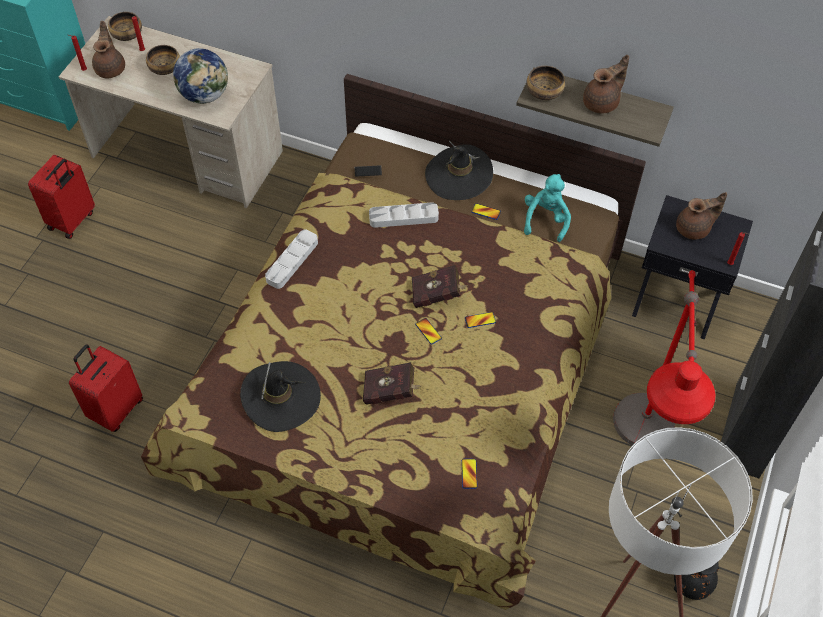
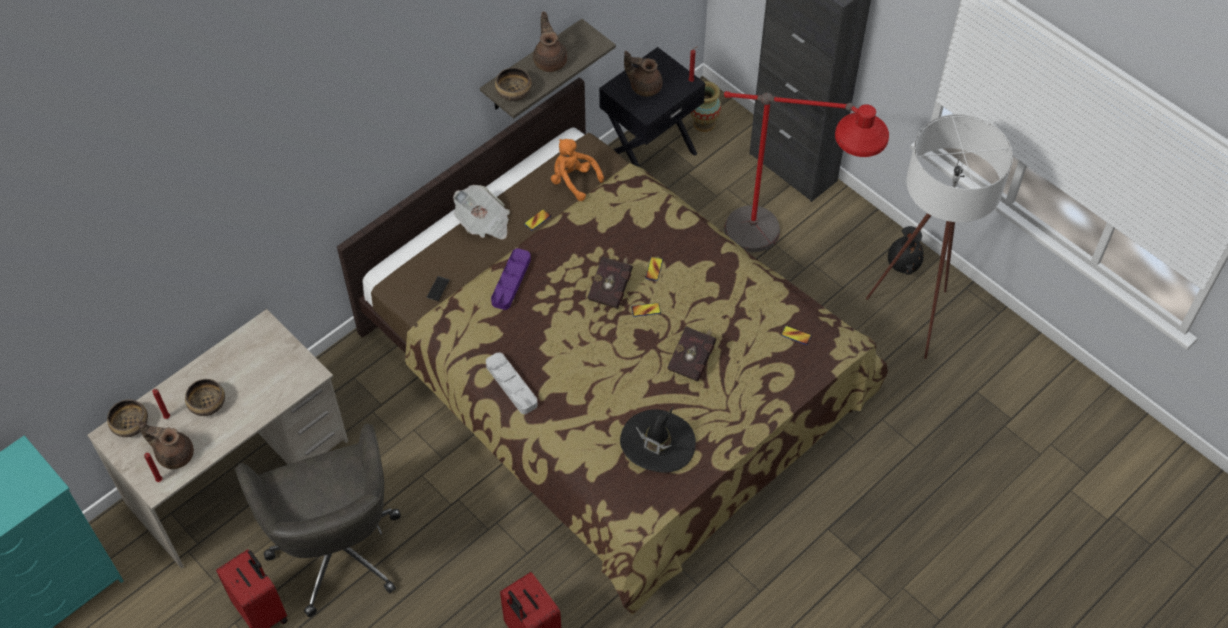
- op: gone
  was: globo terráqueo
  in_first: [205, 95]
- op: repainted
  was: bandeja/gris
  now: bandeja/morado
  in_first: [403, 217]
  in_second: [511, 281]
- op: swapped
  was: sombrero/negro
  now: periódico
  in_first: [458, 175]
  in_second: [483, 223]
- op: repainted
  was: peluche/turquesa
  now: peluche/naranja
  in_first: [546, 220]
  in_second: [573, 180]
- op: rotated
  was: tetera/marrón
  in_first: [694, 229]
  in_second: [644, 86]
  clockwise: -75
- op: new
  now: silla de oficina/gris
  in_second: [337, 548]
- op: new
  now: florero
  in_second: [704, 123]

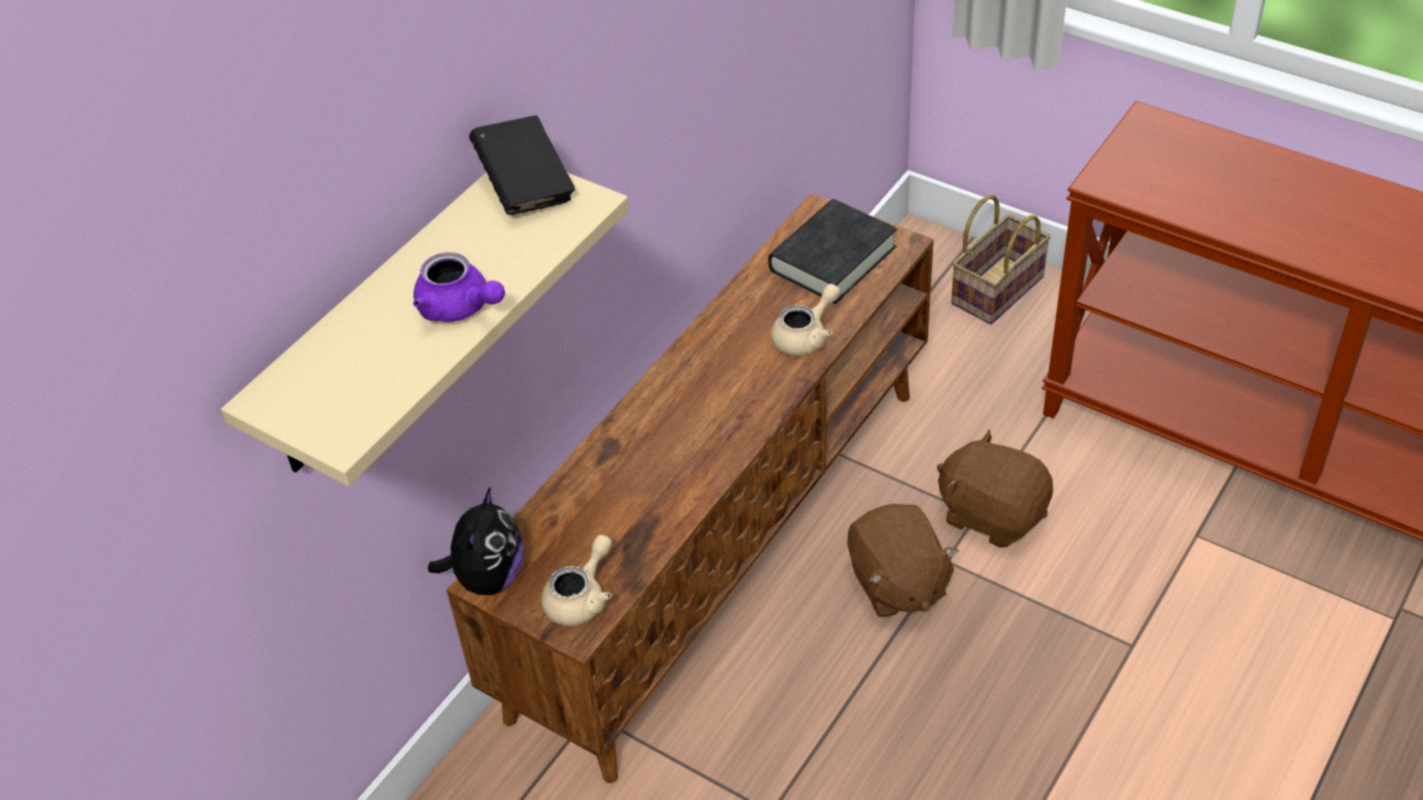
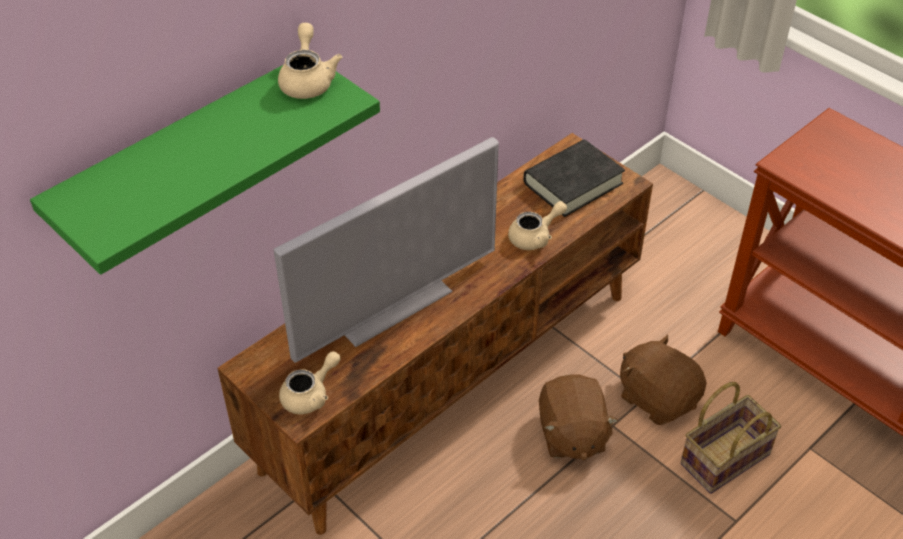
- op: repainted
  was: estante/beis
  now: estante/verde
  in_first: [388, 320]
  in_second: [186, 159]
- op: gone
  was: tetera/morado
  in_first: [460, 308]
- op: gone
  was: peluche
  in_first: [488, 577]
- op: swapped
  was: libro/negro
  now: tetera/beis
  in_first: [526, 187]
  in_second: [308, 80]
- op: shifted
  was: cesta
  in_first: [997, 288]
  in_second: [725, 456]
- op: new
  now: televisor
  in_second: [392, 306]

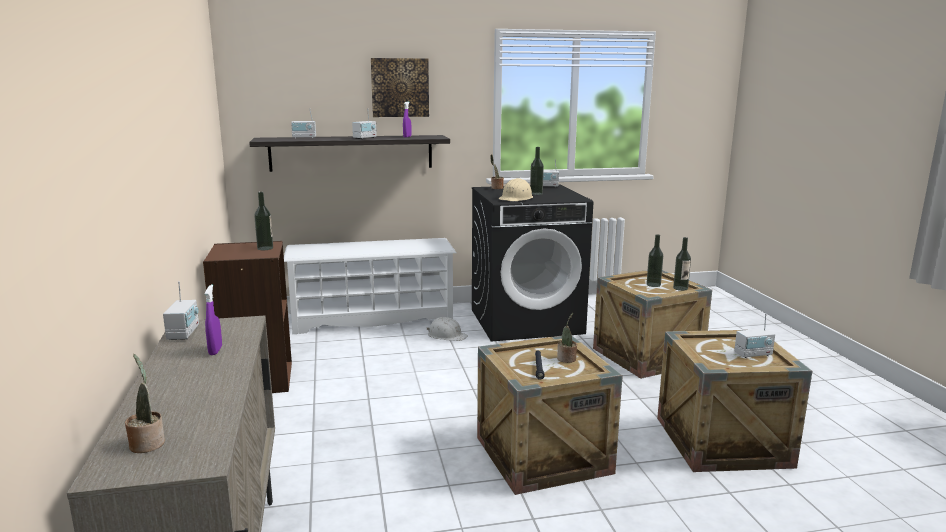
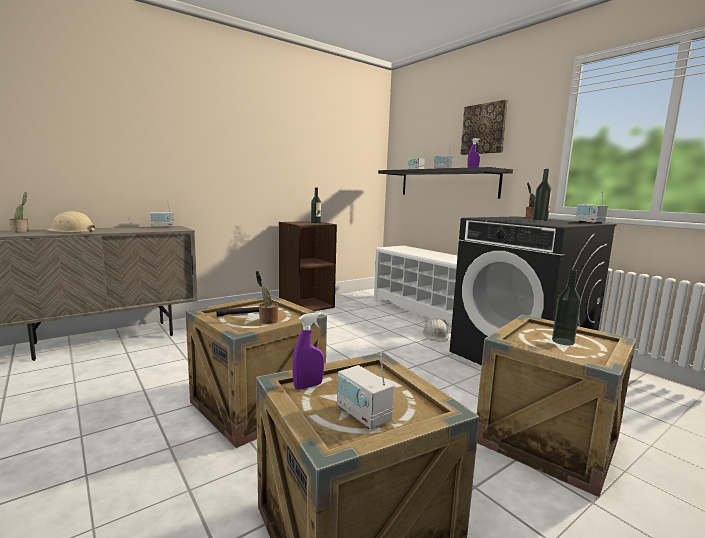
- op: shifted
  was: pulverizador/morado
  in_first: [215, 350]
  in_second: [308, 386]
- op: shifted
  was: casco/beis
  in_first: [516, 198]
  in_second: [71, 231]
- op: gone
  was: botella
  in_first: [680, 288]

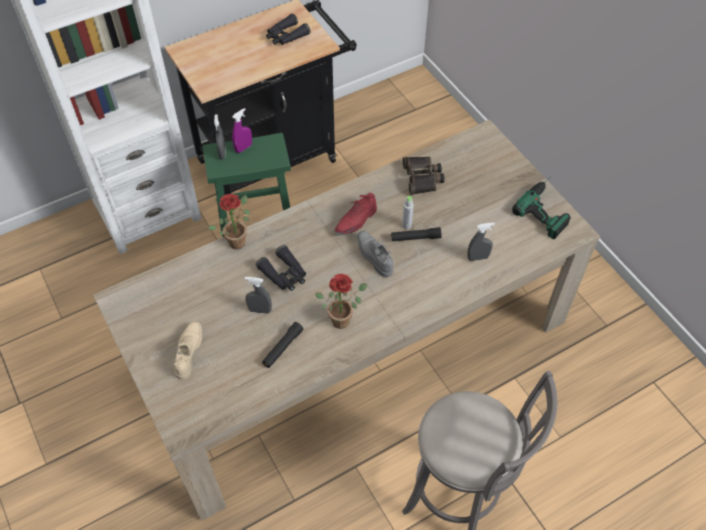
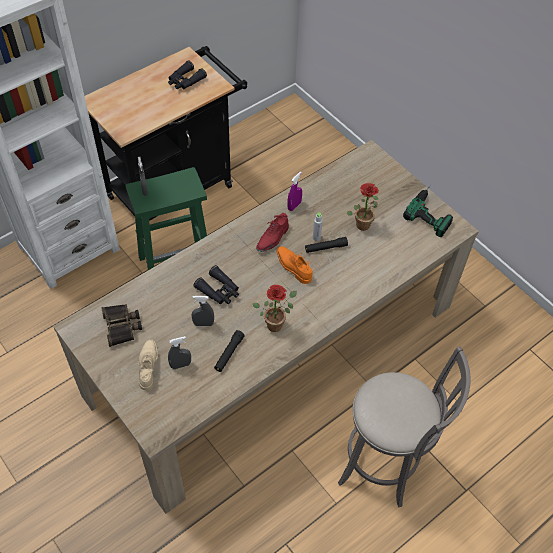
- op: shifted
  was: planta en maceta
  in_first: [237, 240]
  in_second: [362, 223]
- op: shifted
  was: pulverizador/morado
  in_first: [243, 148]
  in_second: [294, 206]
- op: repainted
  was: zapato/gris
  now: zapato/naranja
  in_first: [374, 256]
  in_second: [293, 267]
- op: shifted
  was: prismáticos
  in_first: [423, 178]
  in_second: [122, 326]
- op: shifted
  was: pulverizador/gris
  in_first: [478, 257]
  in_second: [180, 365]

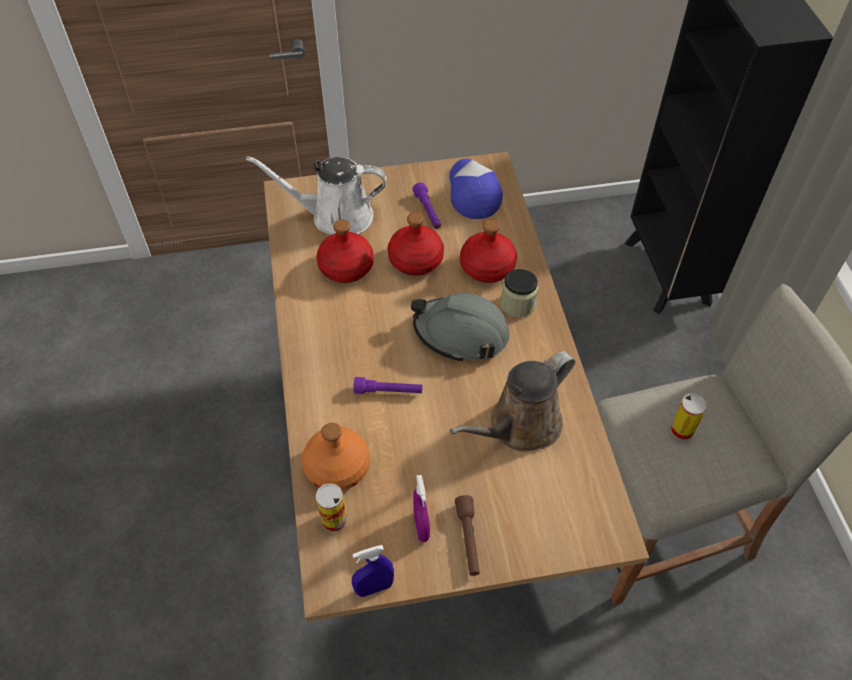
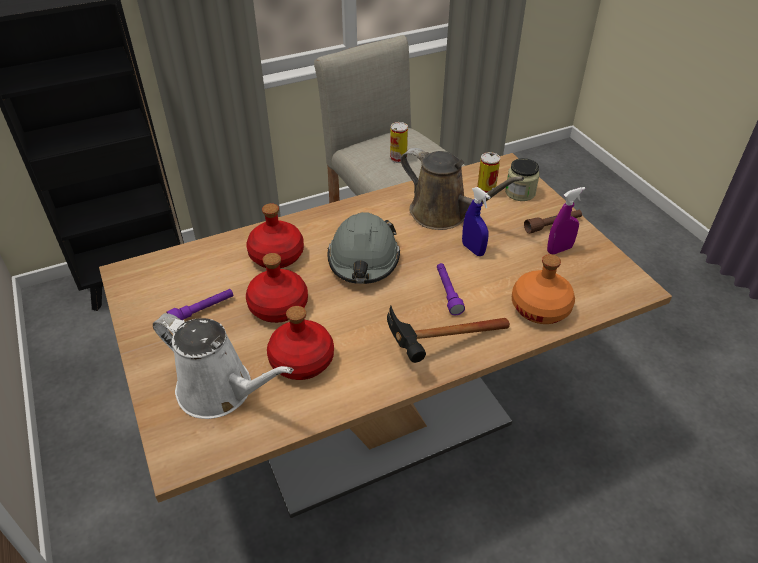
- op: rotated
  was: regadera/blanco
  in_first: [335, 216]
  in_second: [221, 391]
  clockwise: -45
- op: shifted
  was: lata
  in_first: [334, 520]
  in_second: [485, 192]
- op: shifted
  was: pulverizador/azul
  in_first: [374, 588]
  in_second: [473, 249]
- op: gone
  was: gorra
  in_first: [472, 192]
- op: shifted
  was: tarro
  in_first: [517, 304]
  in_second: [520, 192]
- op: new
  now: martillo
  in_second: [436, 349]

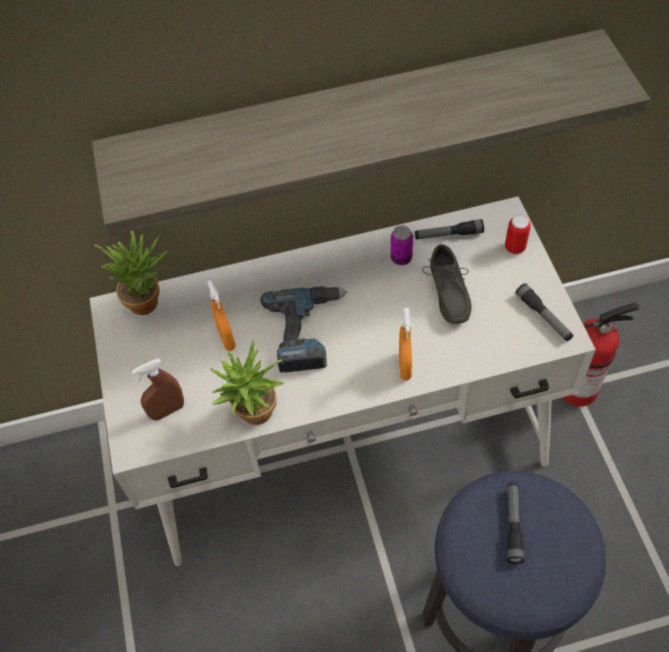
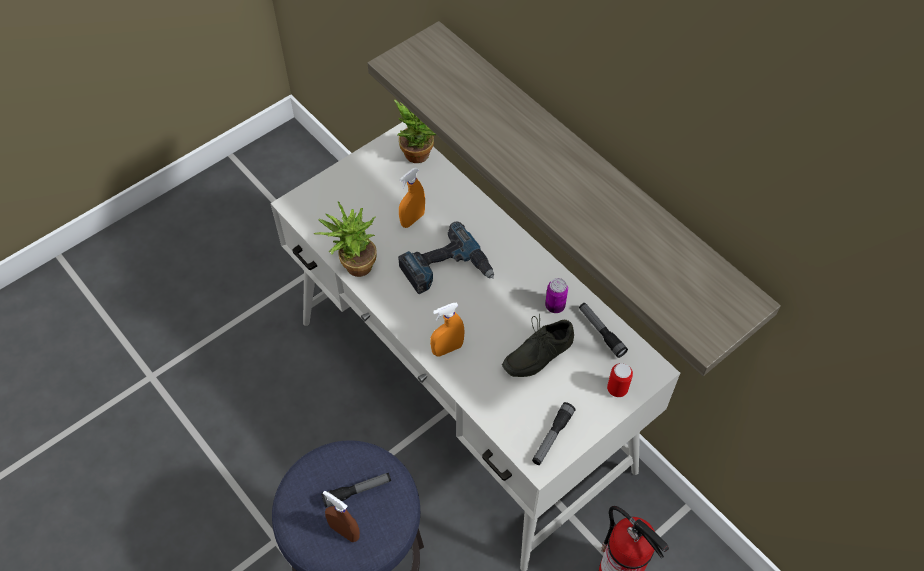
- op: shifted
  was: pulverizador/marrón
  in_first: [167, 410]
  in_second: [344, 531]

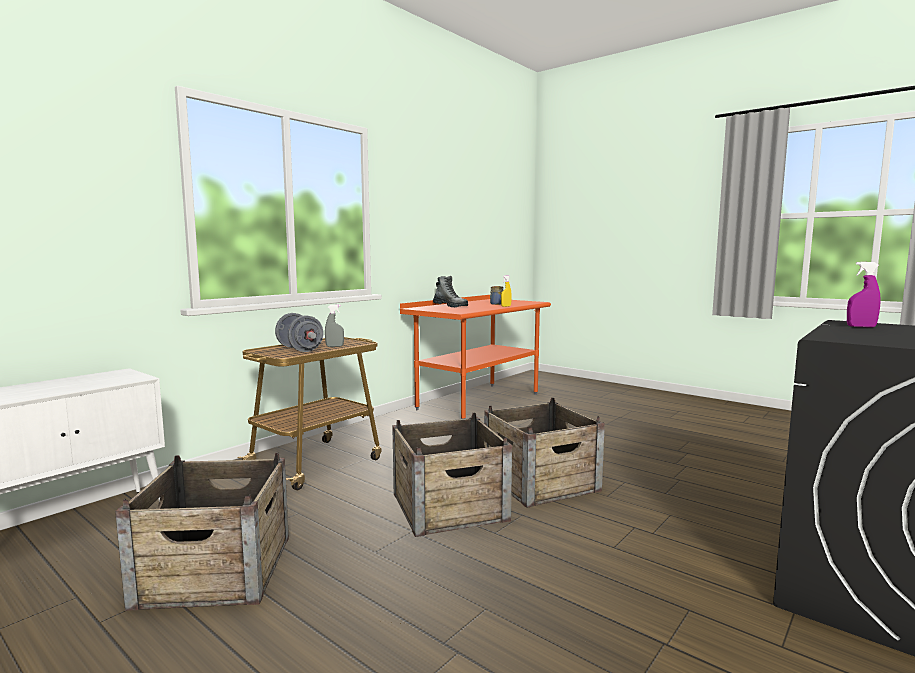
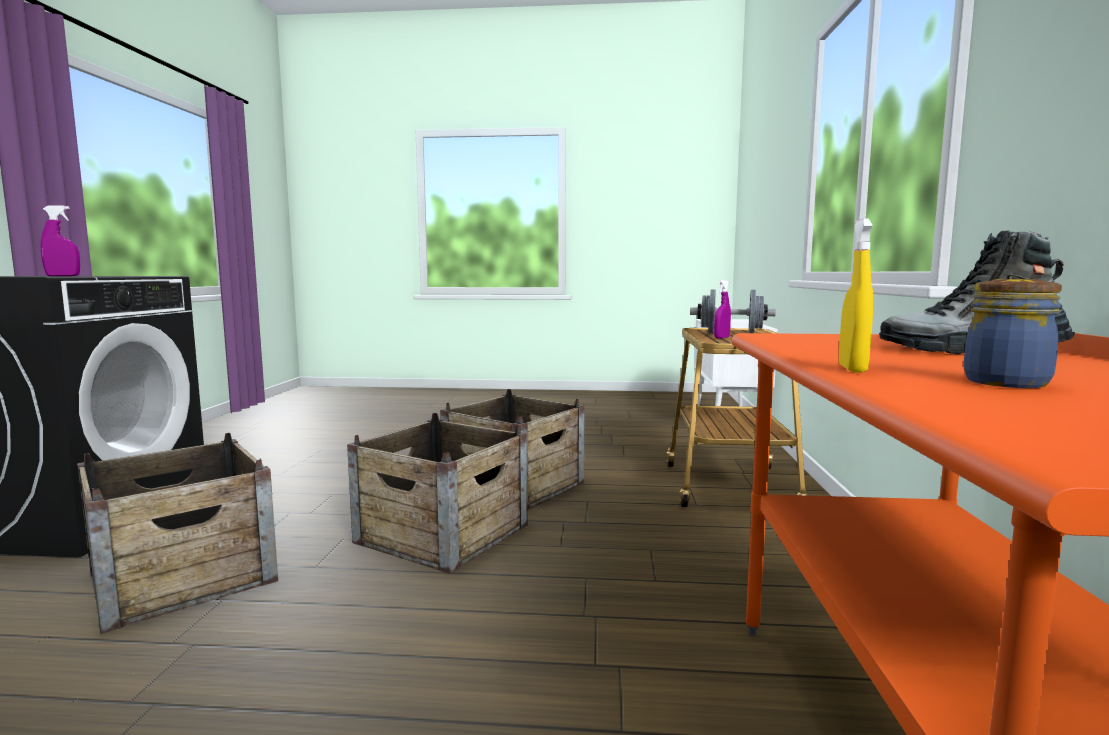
- op: shifted
  was: caja de embalaje
  in_first: [216, 570]
  in_second: [182, 576]
- op: repainted
  was: pulverizador/gris
  now: pulverizador/morado
  in_first: [334, 346]
  in_second: [721, 338]

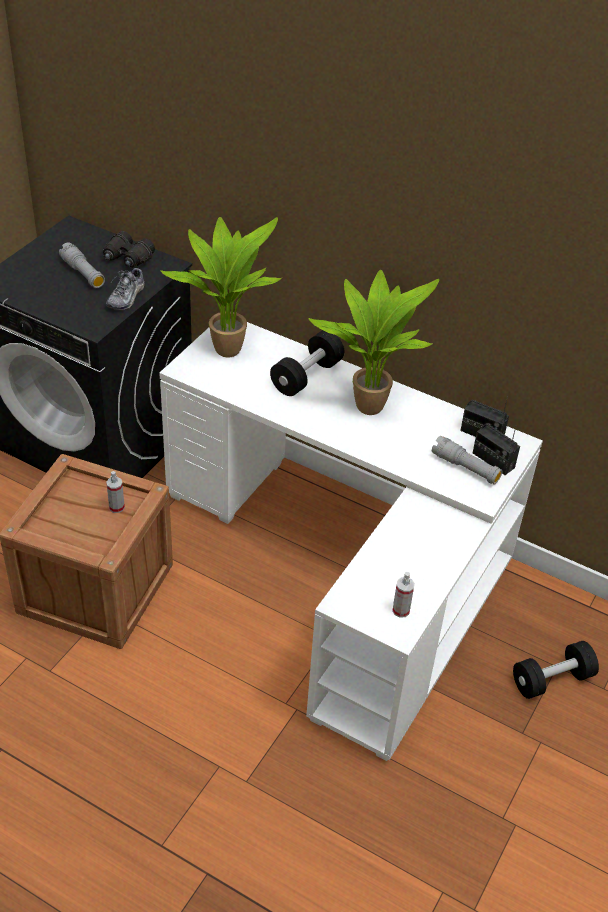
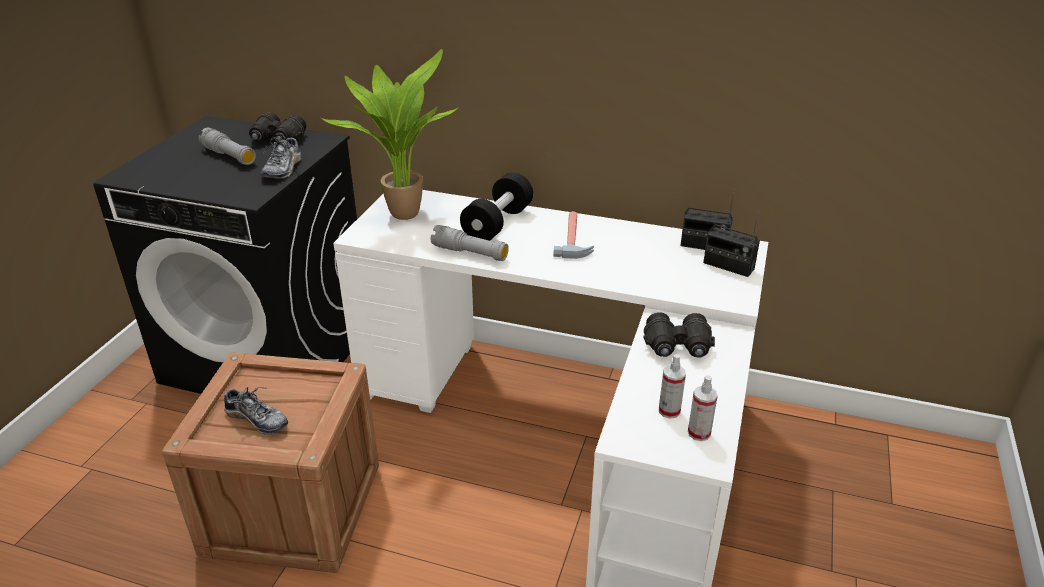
- op: shifted
  was: pulverizador
  in_first: [116, 507]
  in_second: [669, 411]
- op: swapped
  was: planta en maceta
  now: martillo
  in_first: [369, 404]
  in_second: [574, 238]
- op: shifted
  was: linterna/gris
  in_first: [465, 468]
  in_second: [470, 253]
- op: gone
  was: mancuerna/negro
  in_first: [552, 680]
- op: new
  now: zapato
  in_second: [257, 420]
- op: new
  now: prismáticos/negro
  in_second: [678, 347]

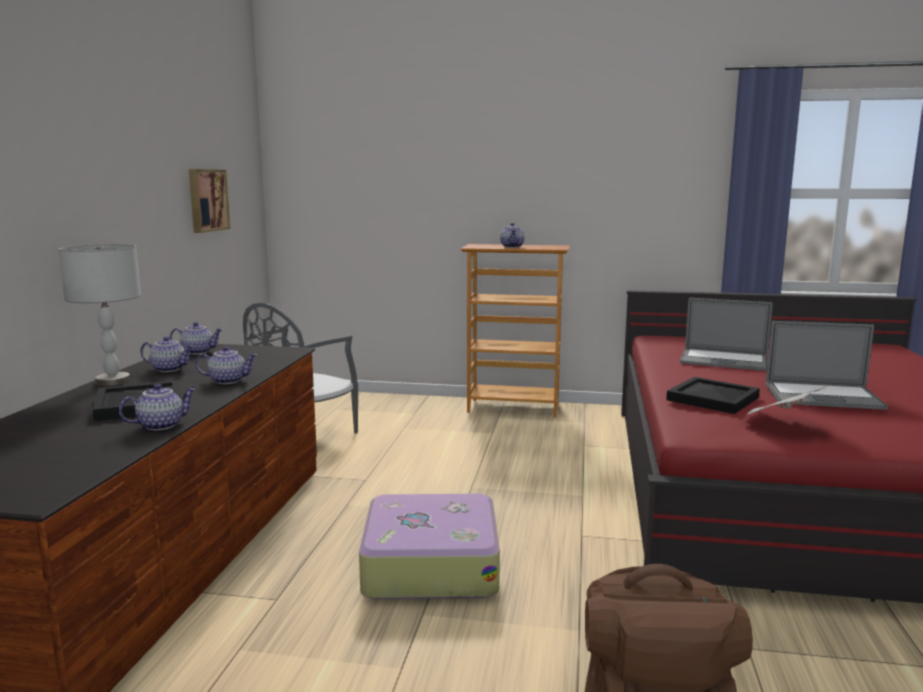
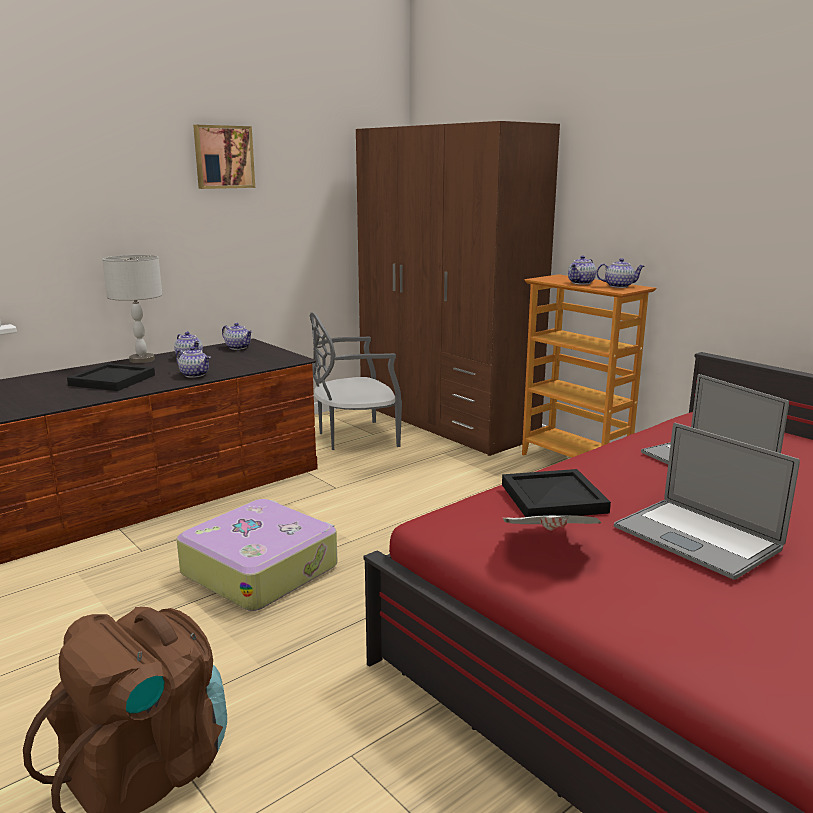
- op: shifted
  was: tetera
  in_first: [161, 425]
  in_second: [619, 286]
- op: shifted
  was: cuadro
  in_first: [207, 200]
  in_second: [223, 157]
- op: new
  now: armario ropero/marrón
  in_second: [445, 421]

